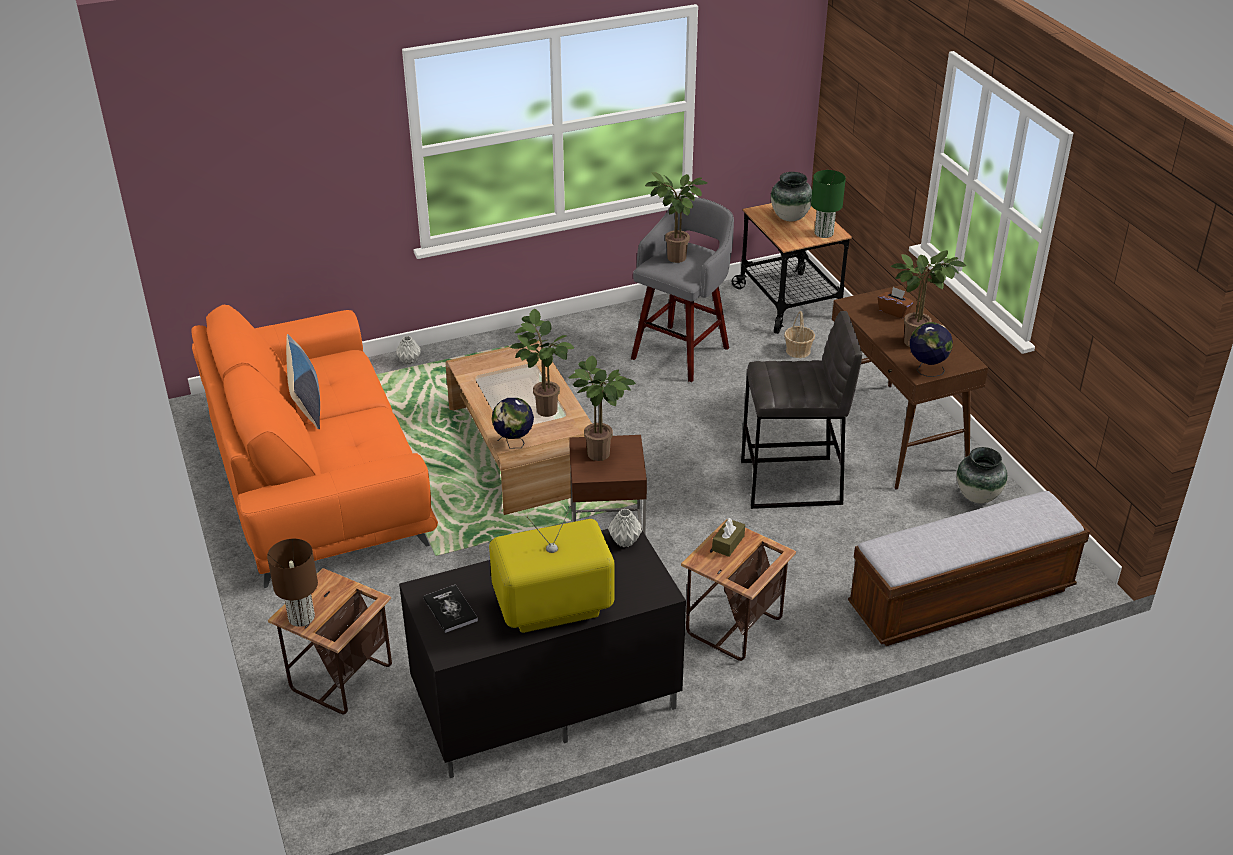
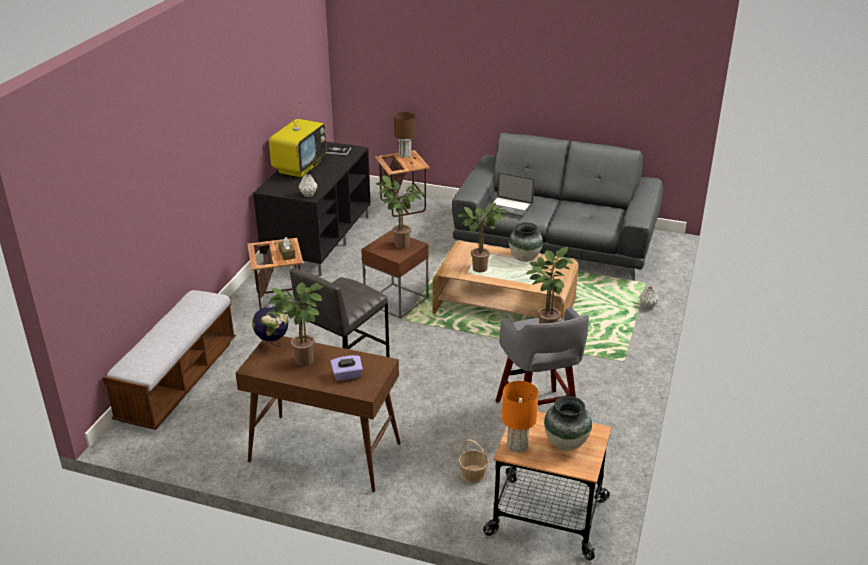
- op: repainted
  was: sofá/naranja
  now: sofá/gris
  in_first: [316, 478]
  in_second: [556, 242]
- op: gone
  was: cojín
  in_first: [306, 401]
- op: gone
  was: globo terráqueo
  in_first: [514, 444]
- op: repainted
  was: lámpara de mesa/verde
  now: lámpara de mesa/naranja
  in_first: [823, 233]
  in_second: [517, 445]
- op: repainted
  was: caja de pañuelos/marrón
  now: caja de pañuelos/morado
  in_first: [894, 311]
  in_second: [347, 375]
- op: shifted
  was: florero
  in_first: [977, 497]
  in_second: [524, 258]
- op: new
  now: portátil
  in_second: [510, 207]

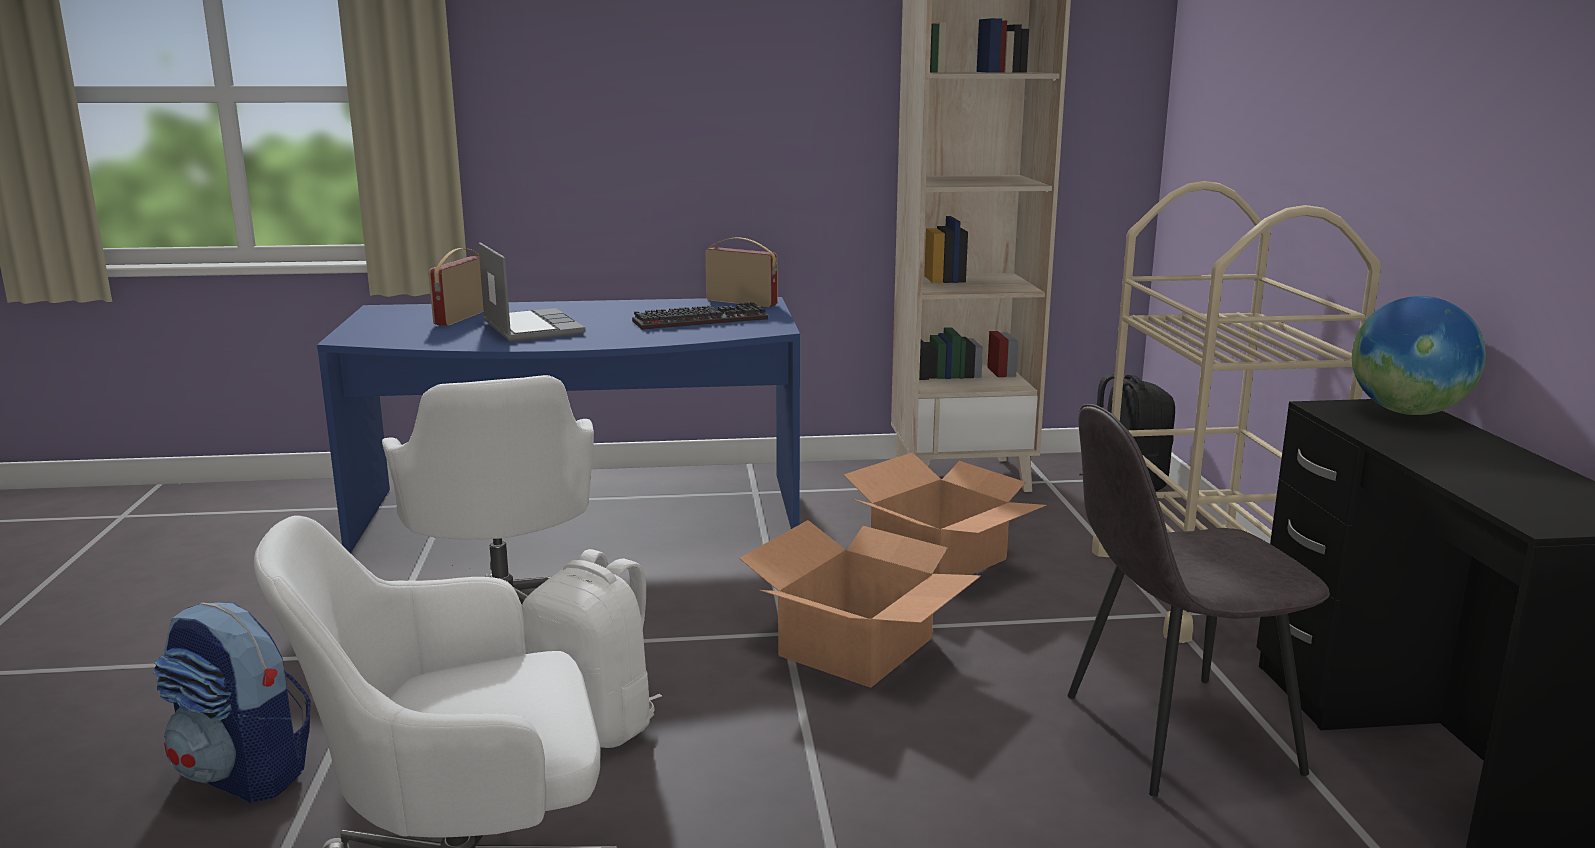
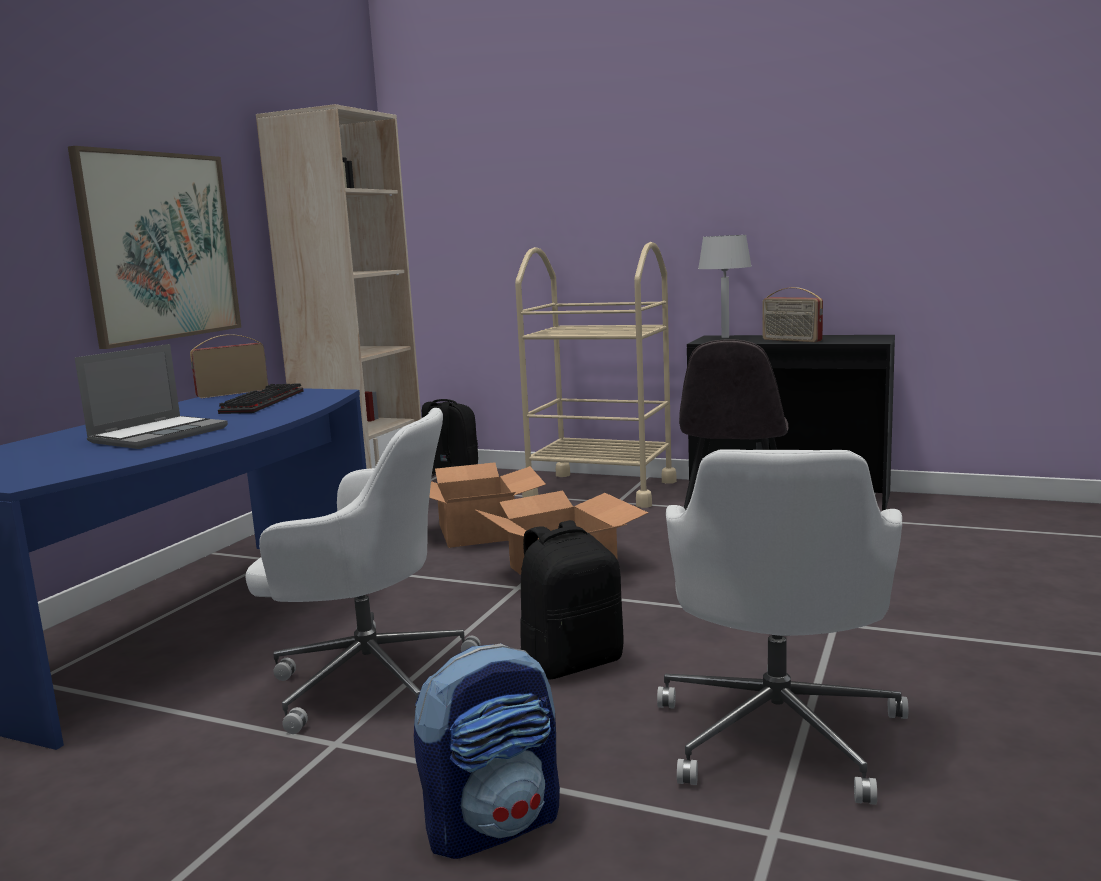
- op: shifted
  was: radio
  in_first: [461, 317]
  in_second: [791, 340]
- op: rotated
  was: portátil
  in_first: [530, 328]
  in_second: [159, 435]
  clockwise: 120
- op: repainted
  was: mochila/blanco
  now: mochila/negro
  in_first: [596, 723]
  in_second: [572, 662]
- op: swapped
  was: globo terráqueo
  now: lámpara de mesa/gris
  in_first: [1406, 412]
  in_second: [724, 337]
- op: new
  now: cuadro
  in_second: [160, 246]

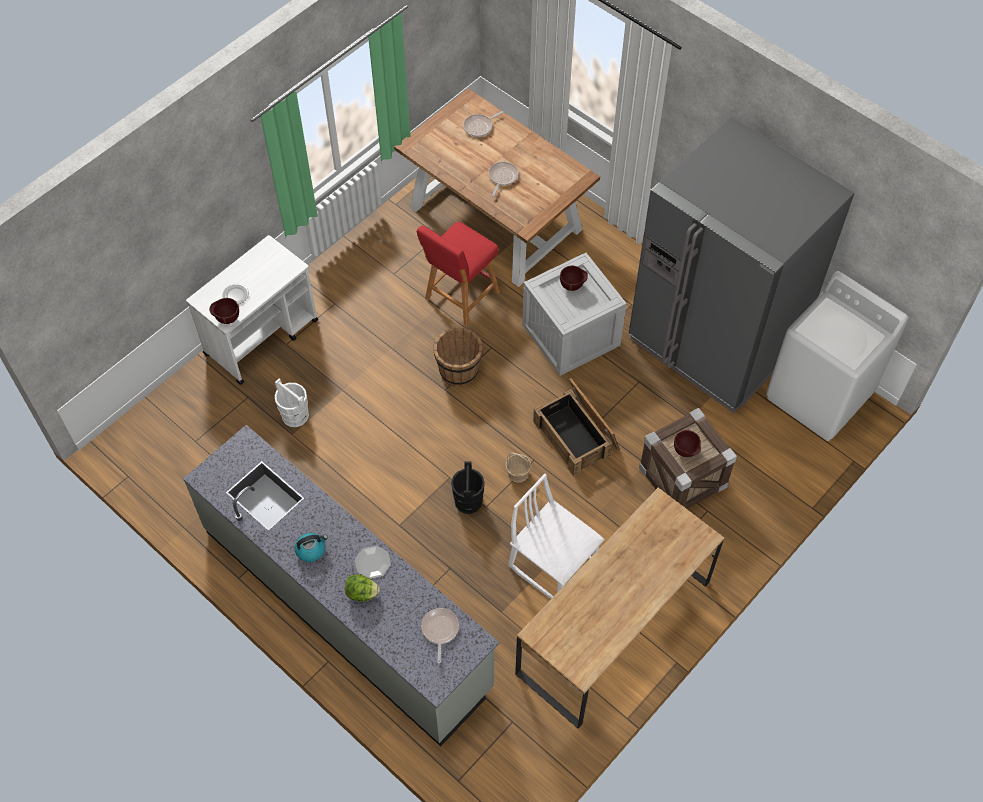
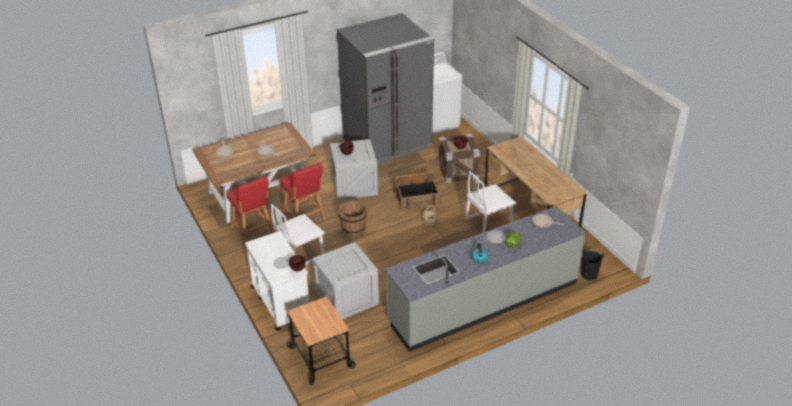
- op: swapped
  was: cubo/blanco
  now: caja de embalaje
  in_first: [295, 416]
  in_second: [347, 298]
- op: shifted
  was: cubo/negro
  in_first: [468, 501]
  in_second: [589, 274]
- op: new
  now: taburete/rojo
  in_second: [253, 232]
- op: new
  now: silla/blanco
  in_second: [299, 254]
- op: new
  now: carrito
  in_second: [320, 357]

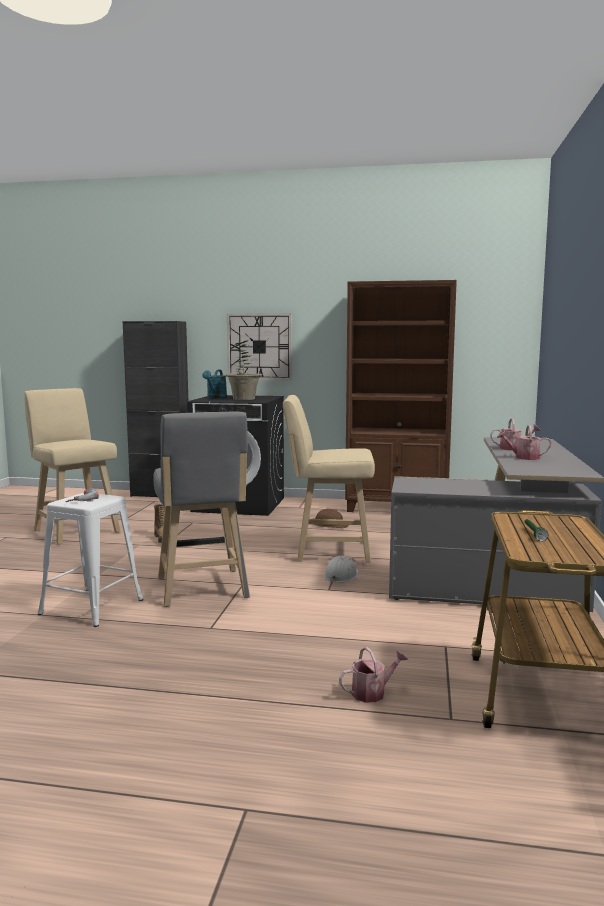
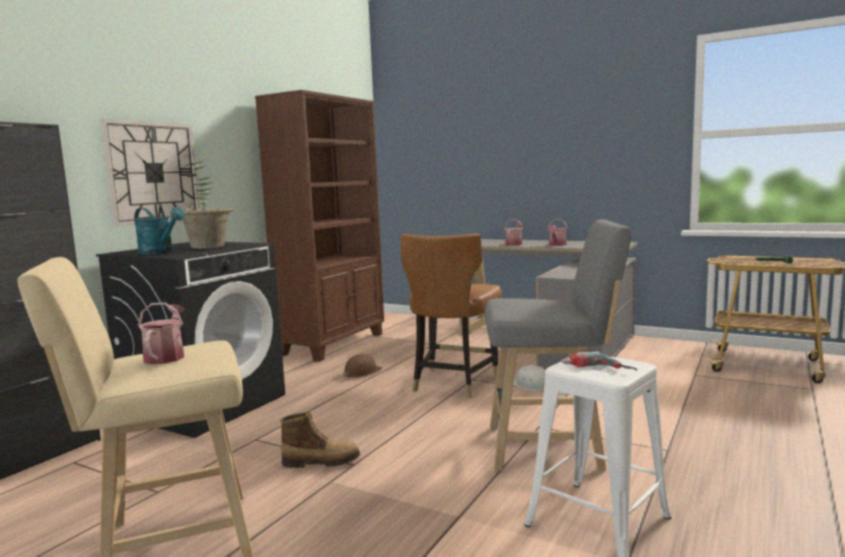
- op: swapped
  was: taburete/beis
  now: silla/marrón
  in_first: [328, 551]
  in_second: [453, 382]
- op: shifted
  was: regadera
  in_first: [372, 692]
  in_second: [166, 356]

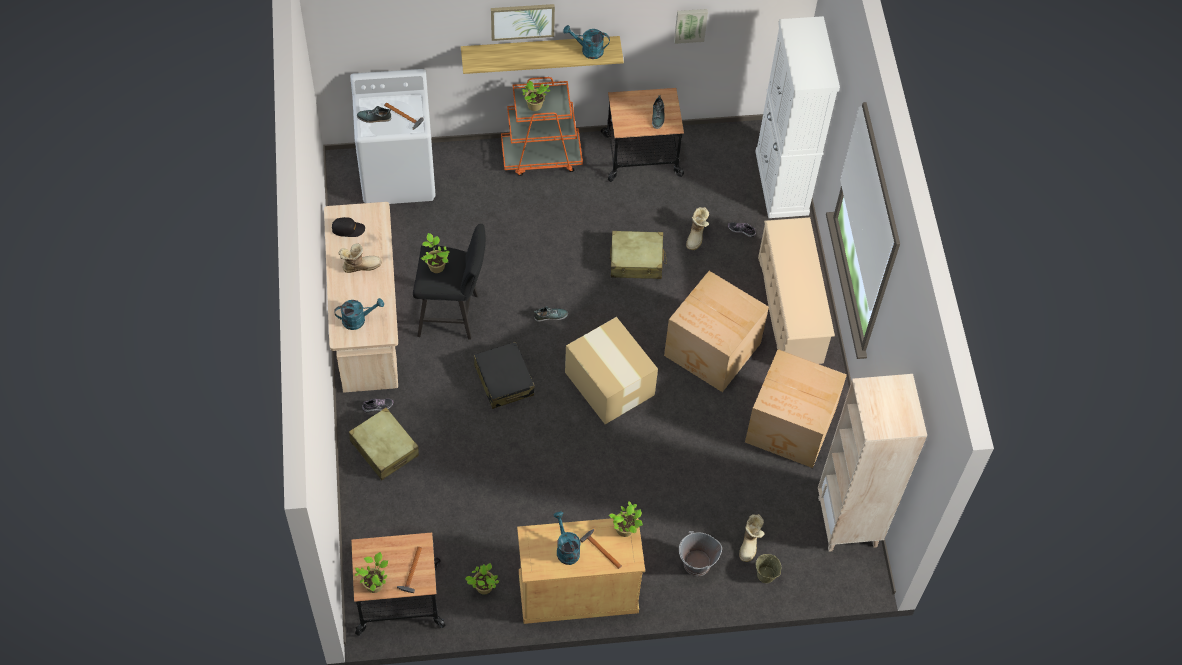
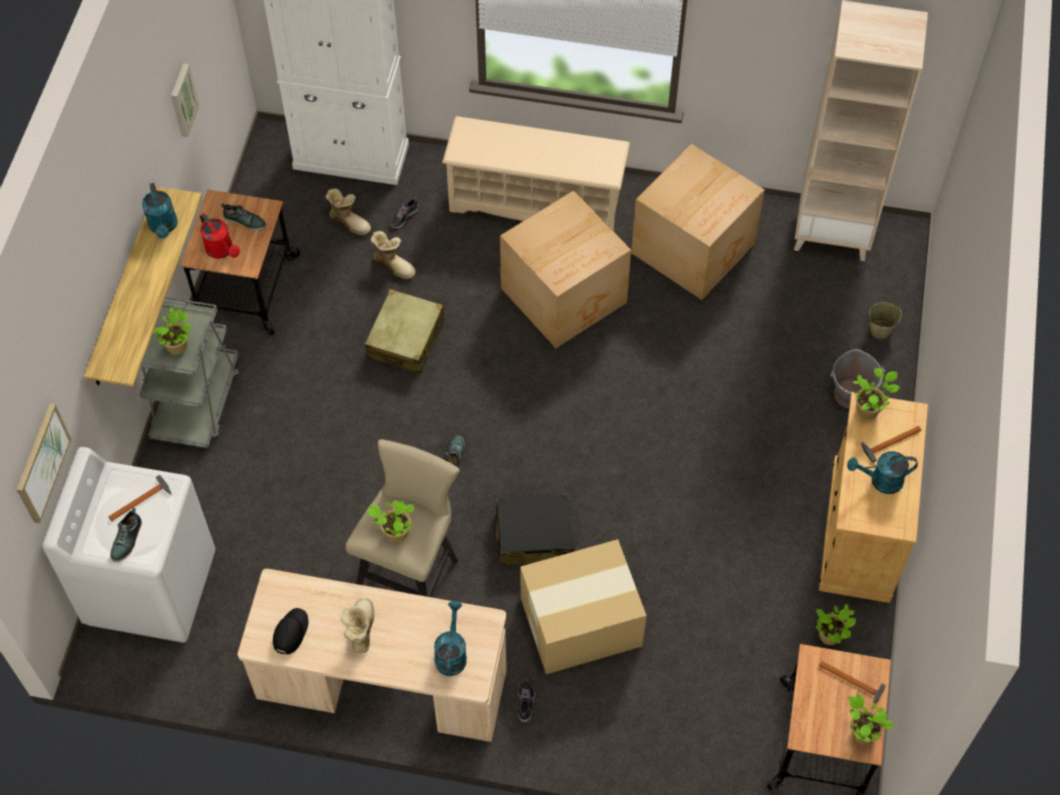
- op: gone
  was: maleta/beis
  in_first: [384, 448]
- op: repainted
  was: taburete/negro
  now: taburete/beis
  in_first: [453, 315]
  in_second: [411, 573]
- op: shifted
  was: cuadro
  in_first: [522, 21]
  in_second: [41, 463]
- op: repainted
  was: carrito/naranja
  now: carrito/gris
  in_first: [542, 156]
  in_second: [197, 402]
- op: rotated
  was: regadera/turquesa
  in_first: [588, 50]
  in_second: [164, 227]
  clockwise: -45
- op: shifted
  was: caja de cartón
  in_first: [609, 384]
  in_second: [582, 622]
- op: shifted
  was: bota
  in_first: [750, 544]
  in_second: [350, 222]
- op: new
  now: regadera/rojo
  in_second: [222, 251]

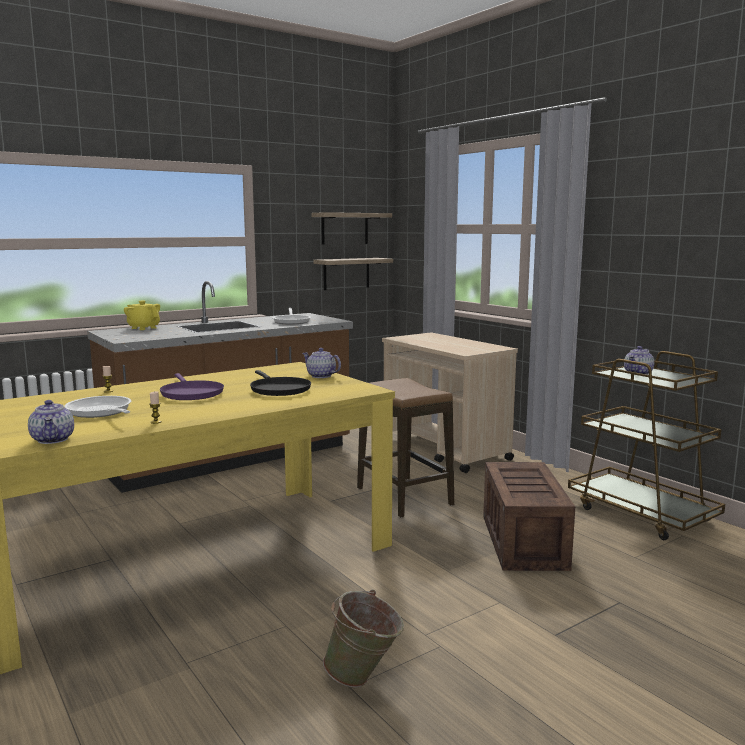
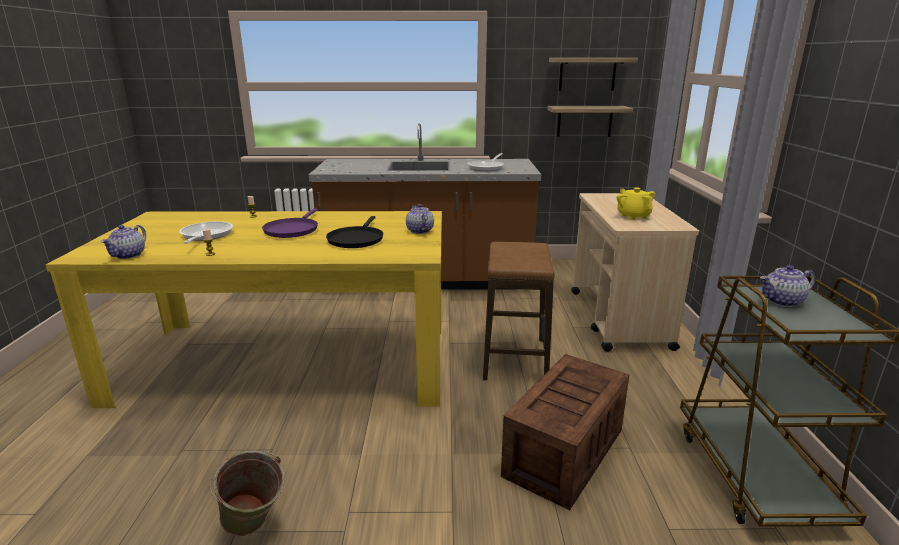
- op: shifted
  was: tetera/amarillo
  in_first: [143, 328]
  in_second: [633, 216]

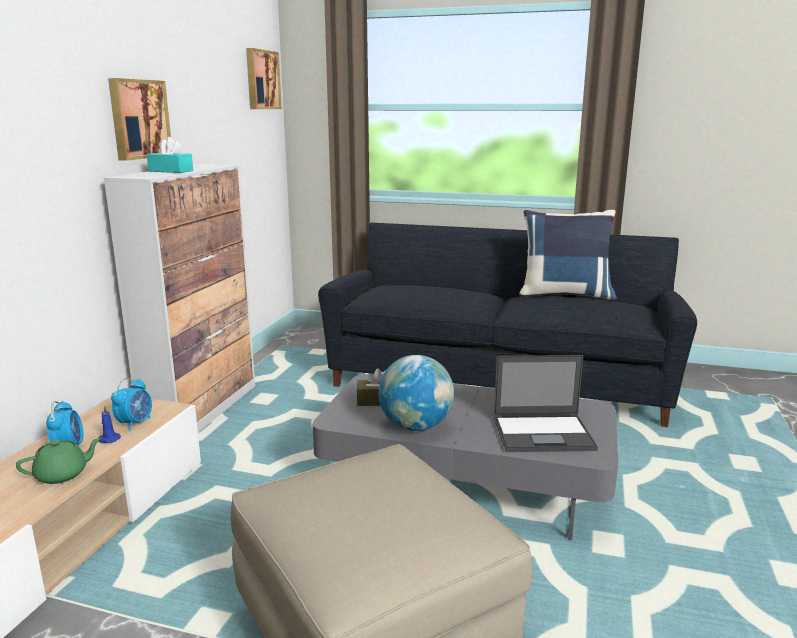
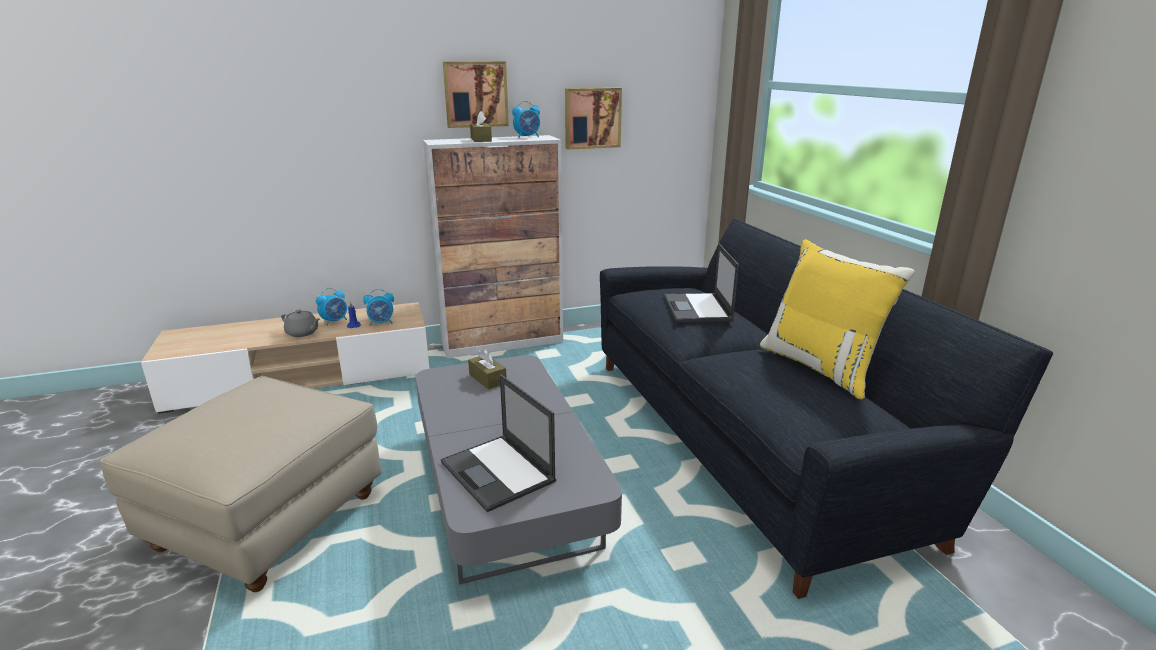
- op: repainted
  was: tetera/verde
  now: tetera/gris
  in_first: [62, 475]
  in_second: [303, 333]
- op: repainted
  was: caja de pañuelos/turquesa
  now: caja de pañuelos/marrón
  in_first: [171, 171]
  in_second: [481, 139]
- op: shifted
  was: cuadro
  in_first: [261, 80]
  in_second: [592, 118]
- op: gone
  was: globo terráqueo
  in_first: [416, 426]
- op: repainted
  was: cojín/azul
  now: cojín/amarillo
  in_first: [565, 294]
  in_second: [821, 367]
- op: new
  now: despertador
  in_second: [527, 137]
- op: new
  now: portátil
  in_second: [697, 308]

